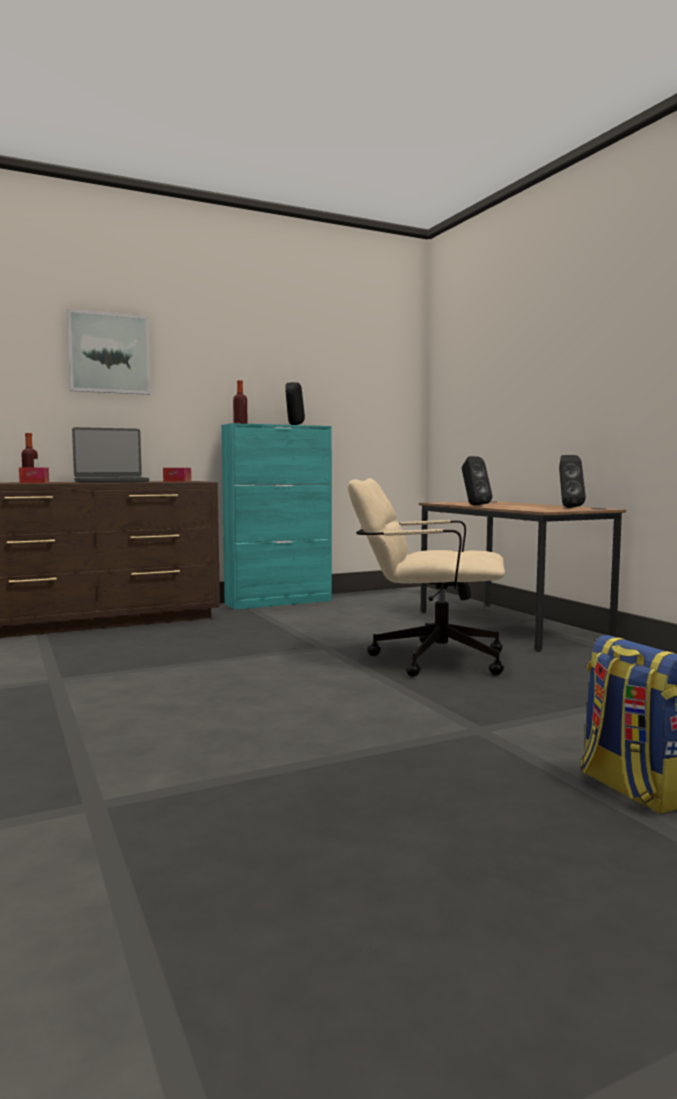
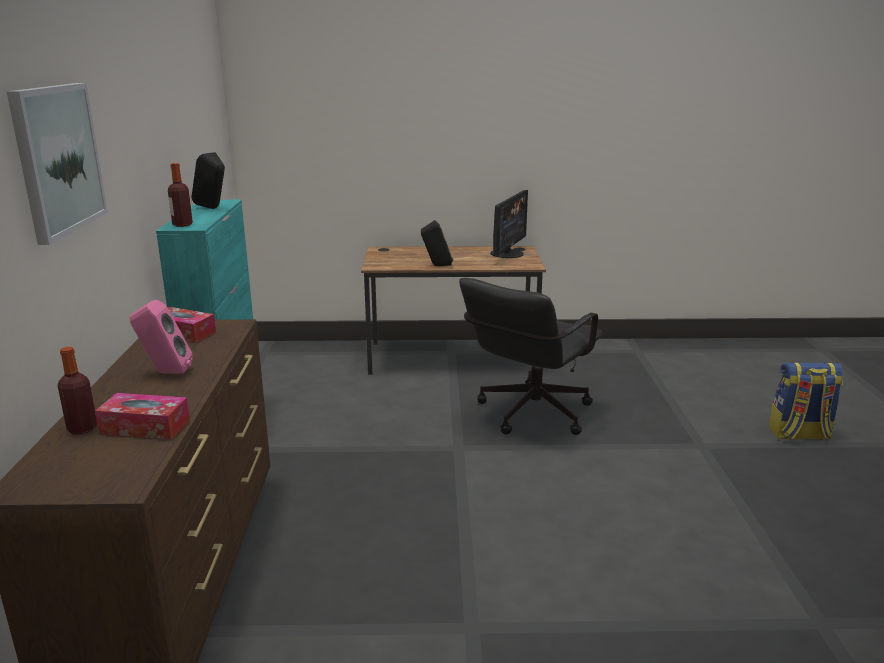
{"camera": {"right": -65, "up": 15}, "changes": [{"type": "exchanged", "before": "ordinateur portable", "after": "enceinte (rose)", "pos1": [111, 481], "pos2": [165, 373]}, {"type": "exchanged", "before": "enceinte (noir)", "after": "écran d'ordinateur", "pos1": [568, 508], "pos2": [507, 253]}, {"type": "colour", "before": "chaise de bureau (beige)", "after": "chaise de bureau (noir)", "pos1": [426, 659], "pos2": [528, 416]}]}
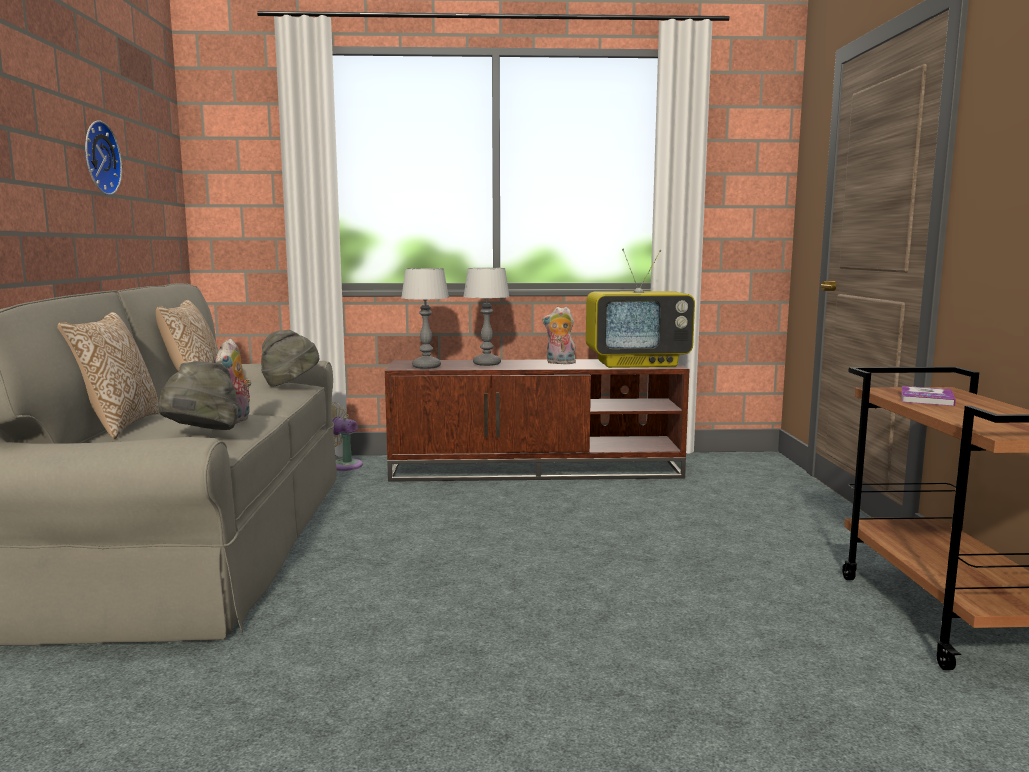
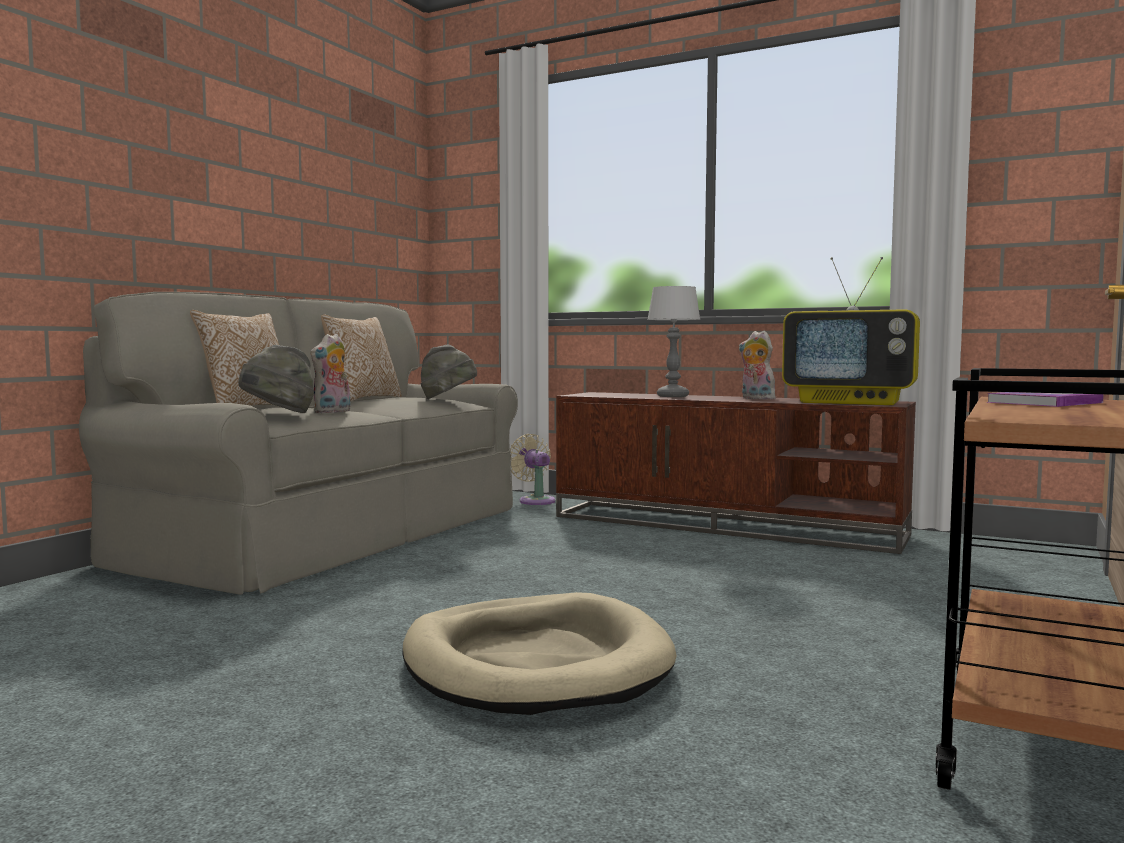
{"camera": {"right": 30, "up": -5}, "changes": [{"type": "missing", "before": "horloge murale", "pos1": [98, 158]}, {"type": "missing", "before": "lampe de table", "pos1": [426, 366]}, {"type": "appeared", "after": "panier pour chien (beige)", "pos2": [536, 663]}]}
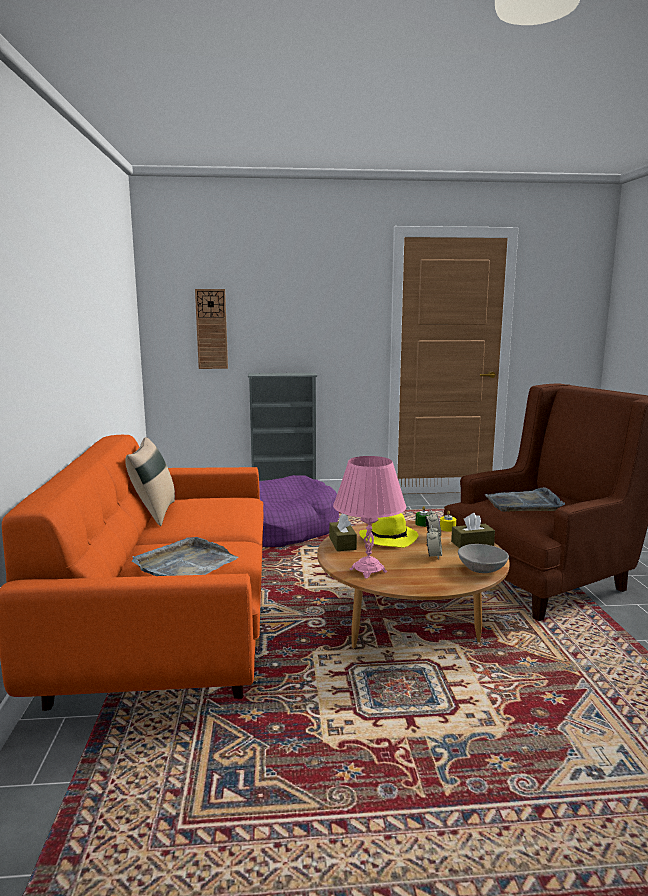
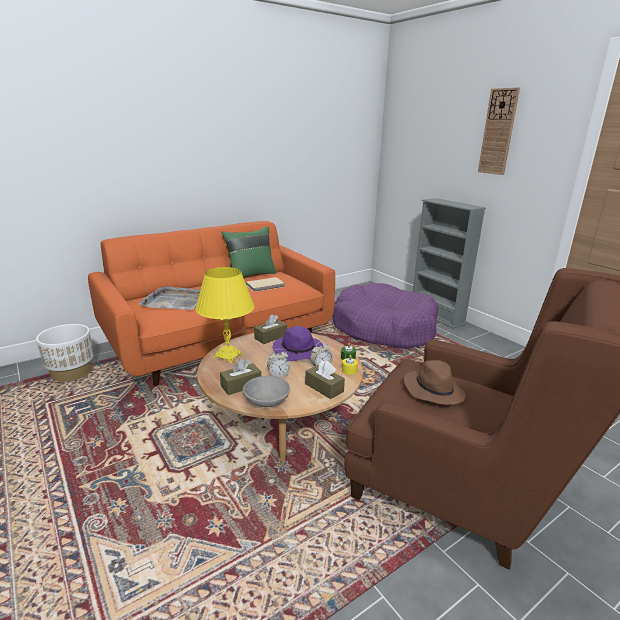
{"camera": {"right": 60, "up": 10}, "changes": [{"type": "appeared", "after": "cache-pot (blanc)", "pos2": [71, 372]}, {"type": "appeared", "after": "boîte à mouchoirs (marron)", "pos2": [241, 385]}, {"type": "appeared", "after": "livre (beige)", "pos2": [266, 286]}, {"type": "relocated", "before": "horloge murale", "pos1": [211, 329], "pos2": [498, 132]}, {"type": "exchanged", "before": "plateau (gris)", "after": "chapeau (marron)", "pos1": [523, 503], "pos2": [432, 390]}, {"type": "colour", "before": "coussin (beige)", "after": "coussin (vert)", "pos1": [153, 513], "pos2": [250, 275]}, {"type": "colour", "before": "lampe de table (rose)", "after": "lampe de table (jaune)", "pos1": [368, 570], "pos2": [228, 356]}, {"type": "colour", "before": "chapeau (jaune)", "after": "chapeau (violet)", "pos1": [389, 538], "pos2": [298, 351]}]}
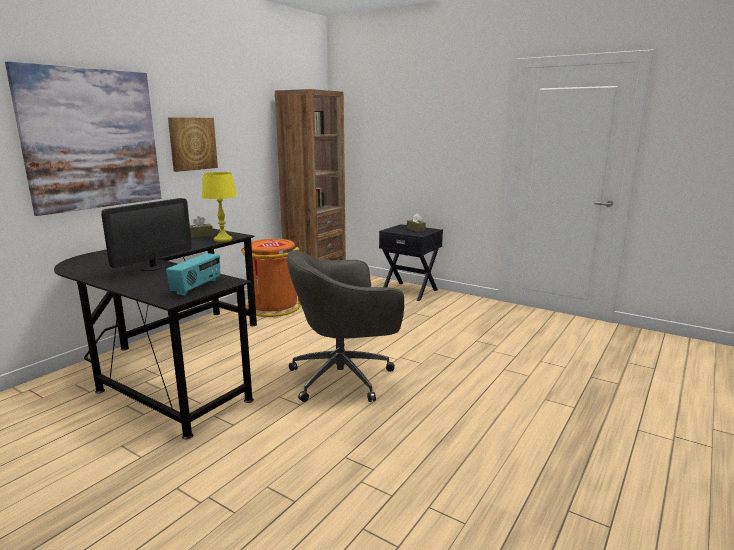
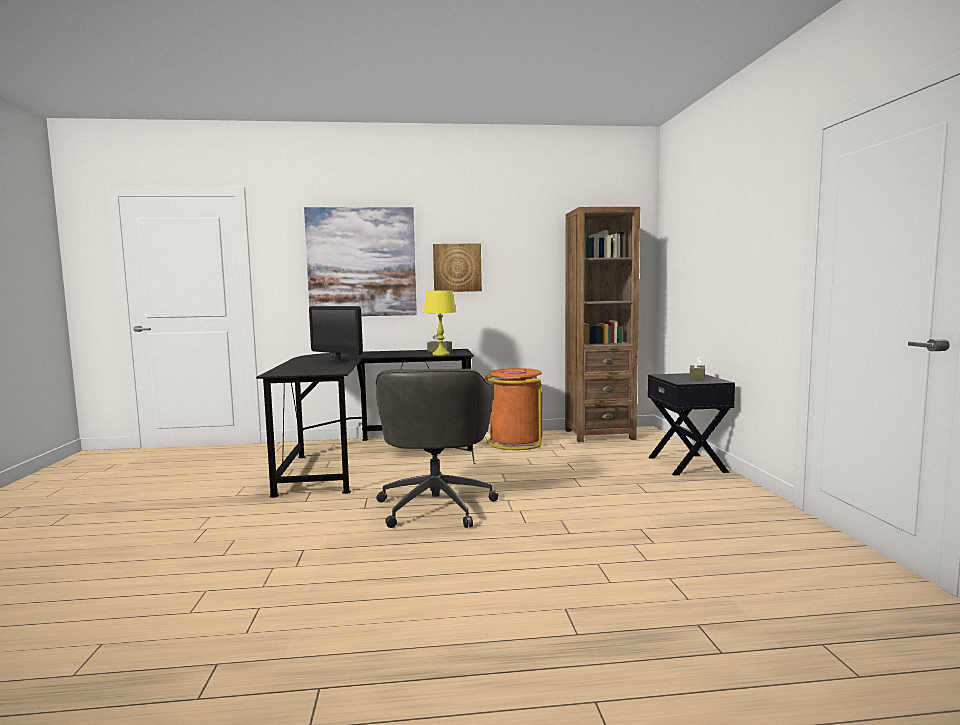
{"camera": {"right": 50, "up": -10}, "changes": [{"type": "missing", "before": "radio", "pos1": [197, 287]}, {"type": "spun", "before": "écran d'ordinateur", "pos1": [153, 267], "pos2": [338, 361], "turn": 45}, {"type": "spun", "before": "chaise de bureau (gris)", "pos1": [344, 377], "pos2": [436, 505], "turn": -120}]}
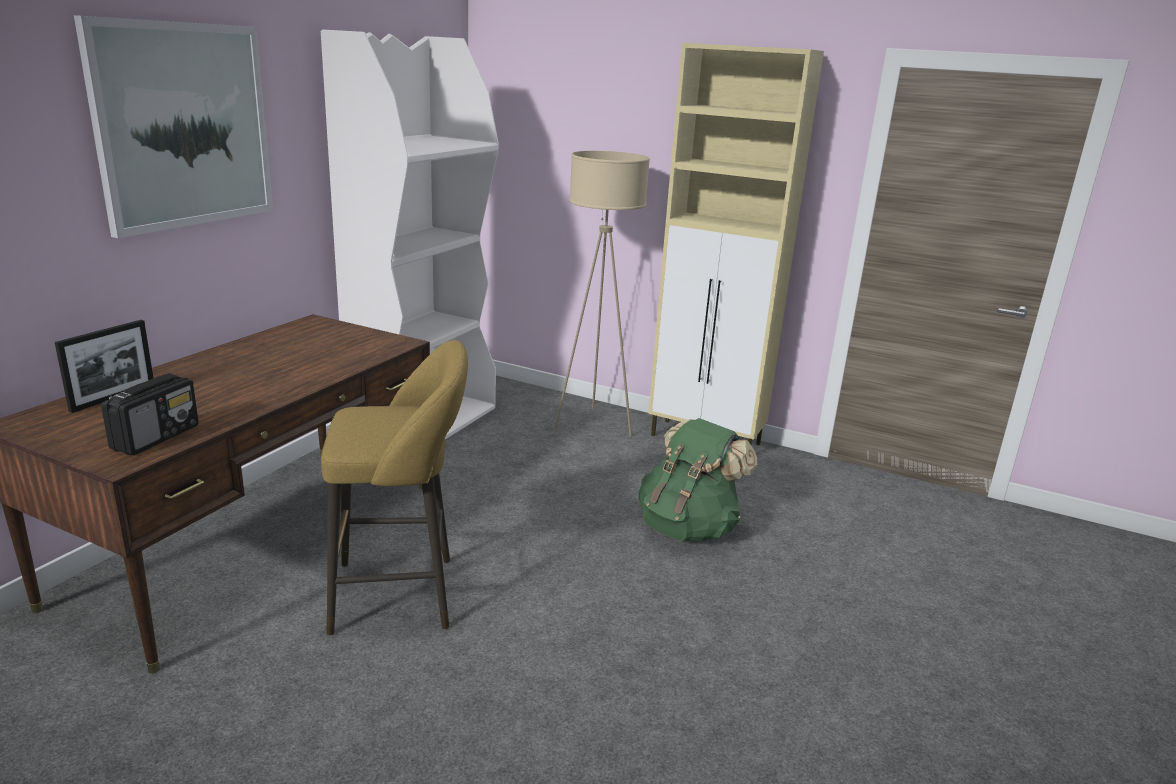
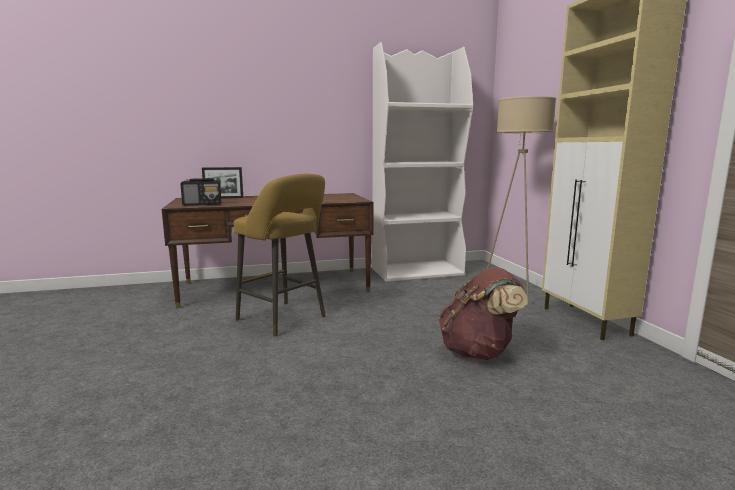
{"camera": {"right": 50, "up": -10}, "changes": [{"type": "missing", "before": "tableau", "pos1": [184, 126]}, {"type": "colour", "before": "sac à dos (vert)", "after": "sac à dos (marron)", "pos1": [688, 527], "pos2": [479, 352]}]}
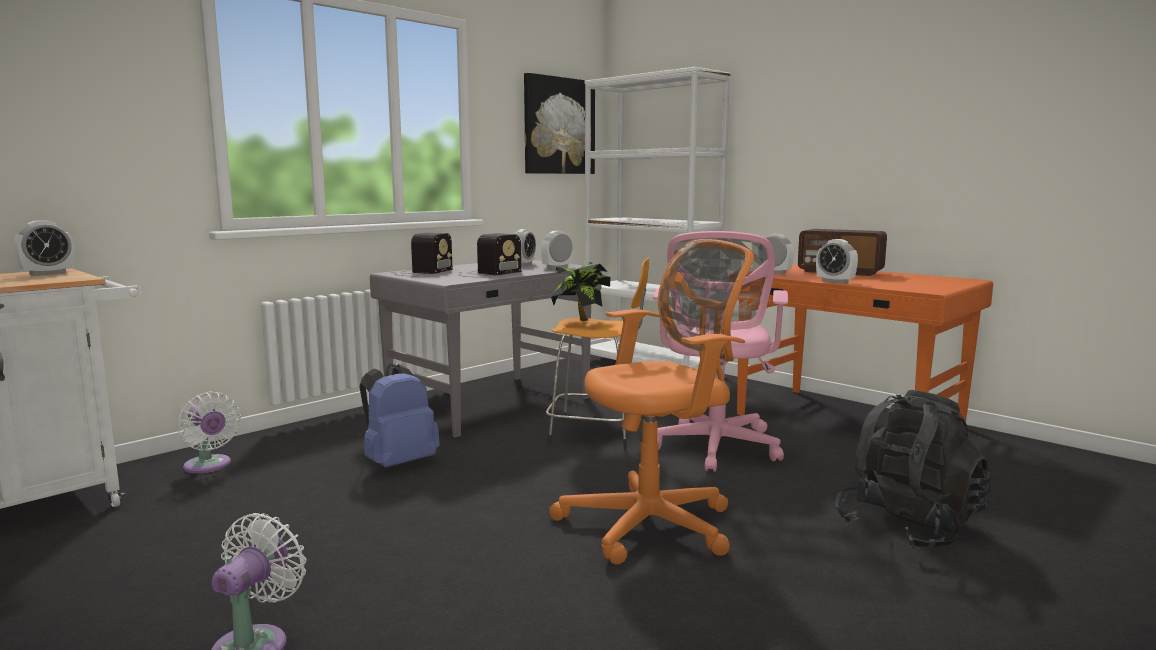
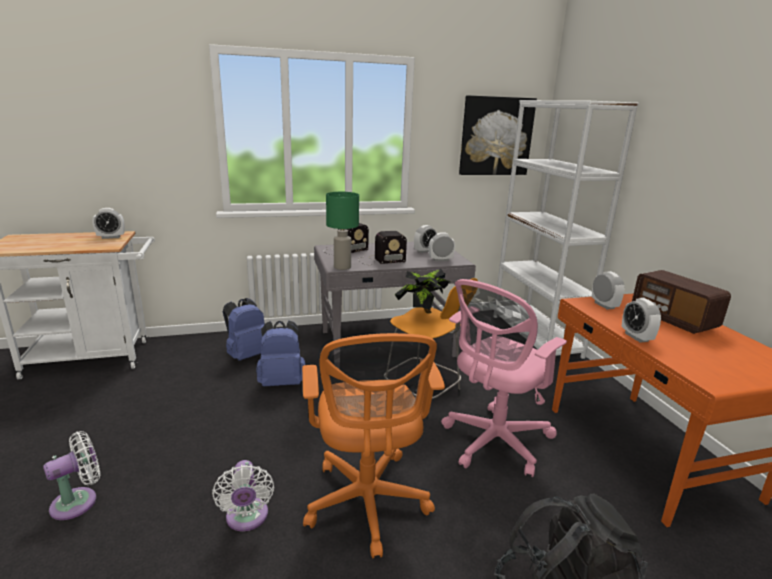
{"camera": {"right": 30, "up": 10}, "changes": [{"type": "appeared", "after": "sac à dos (bleu)", "pos2": [247, 355]}, {"type": "appeared", "after": "lampe de table (vert)", "pos2": [342, 267]}, {"type": "relocated", "before": "ventilateur (blanc)", "pos1": [209, 466], "pos2": [247, 518]}, {"type": "spun", "before": "chaise de bureau (orange)", "pos1": [655, 524], "pos2": [367, 505], "turn": 75}]}
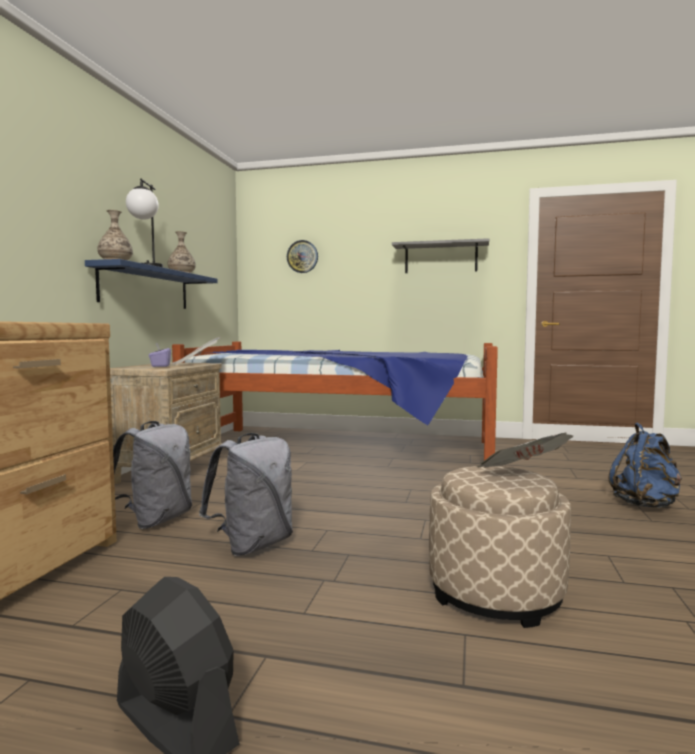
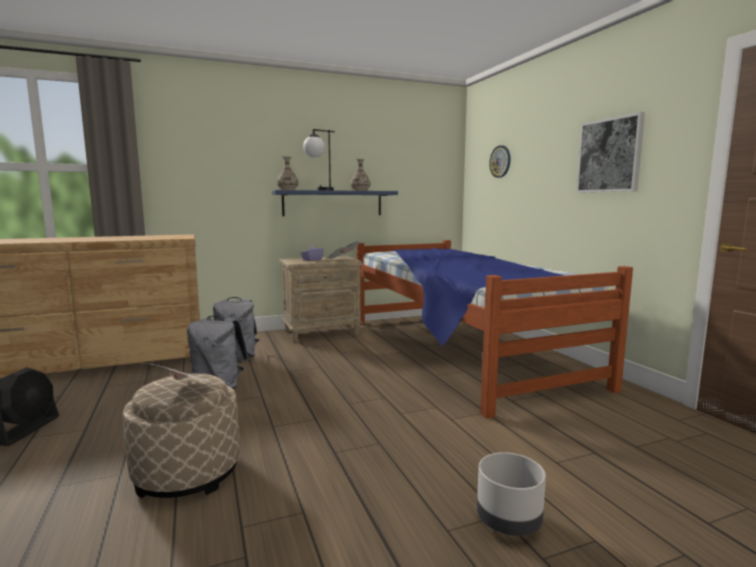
{"camera": {"right": 55, "up": 5}, "changes": [{"type": "exchanged", "before": "étagère (gris)", "after": "tableau", "pos1": [441, 258], "pos2": [609, 155]}, {"type": "exchanged", "before": "sac à dos (bleu)", "after": "cache-pot (gris)", "pos1": [646, 505], "pos2": [508, 521]}]}
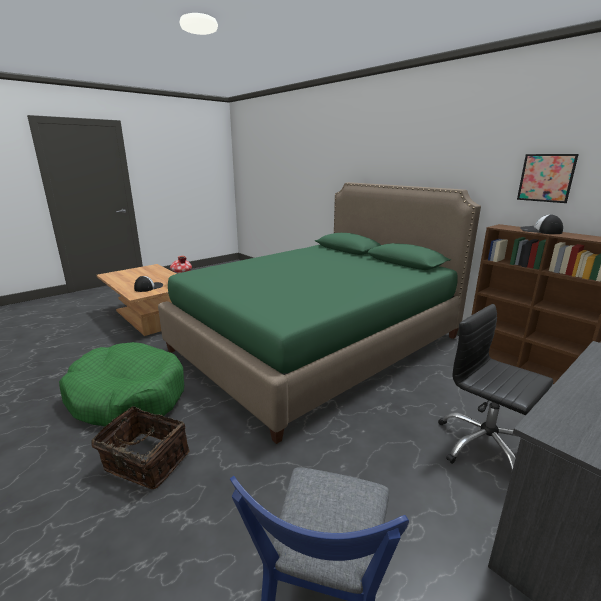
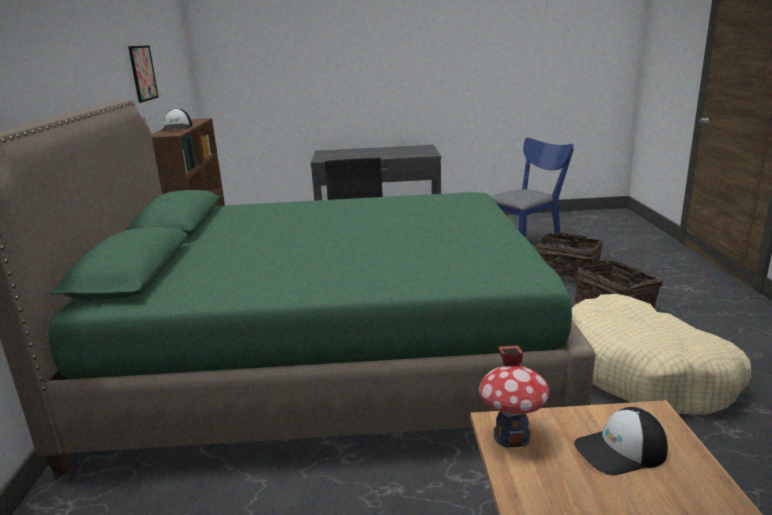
{"camera": {"right": -140, "up": 0}, "changes": [{"type": "appeared", "after": "panier", "pos2": [568, 272]}, {"type": "colour", "before": "panier pour chien (vert)", "after": "panier pour chien (beige)", "pos1": [127, 397], "pos2": [645, 372]}]}
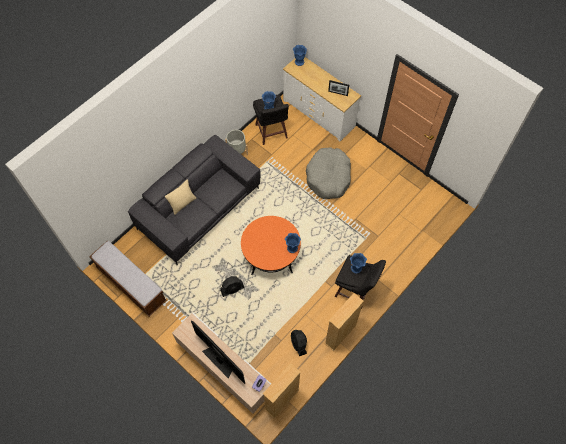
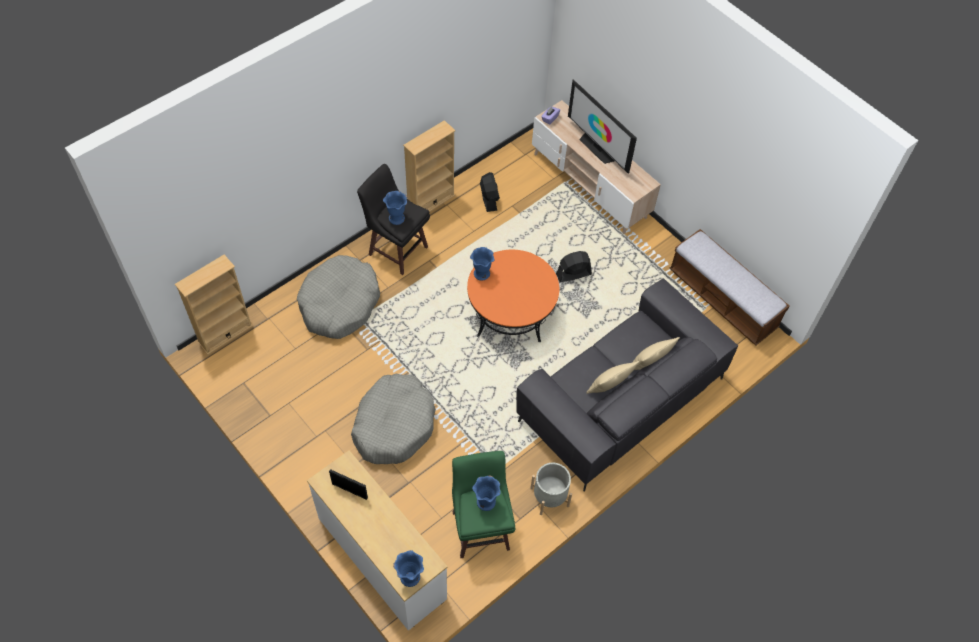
{"camera": {"right": -175, "up": -5}, "changes": [{"type": "appeared", "after": "panier pour chien (gris)", "pos2": [339, 304]}, {"type": "appeared", "after": "coussin (beige)", "pos2": [609, 387]}, {"type": "relocated", "before": "bibliothèque (beige)", "pos1": [282, 400], "pos2": [225, 334]}, {"type": "colour", "before": "tabouret (noir)", "after": "tabouret (vert)", "pos1": [271, 132], "pos2": [481, 528]}]}
